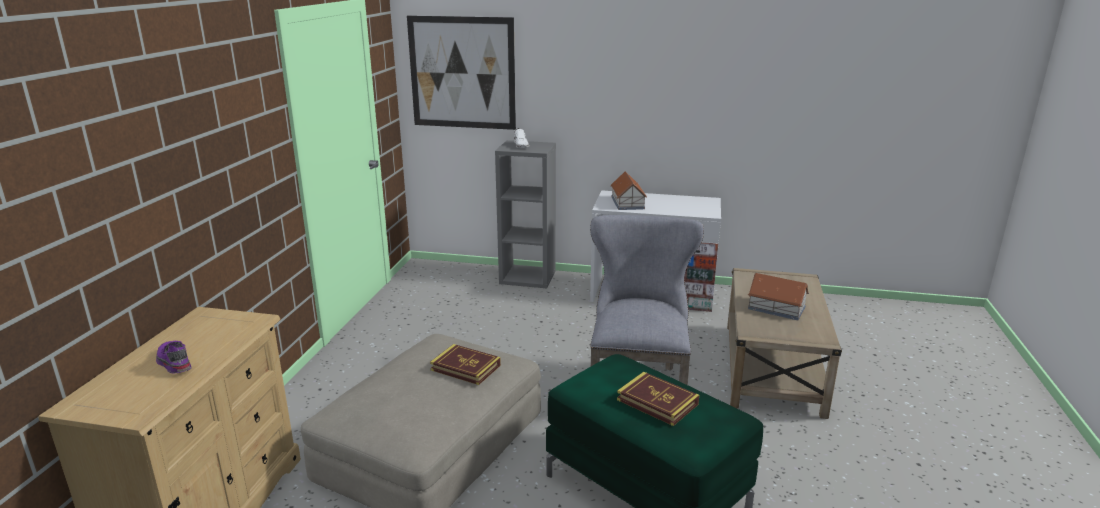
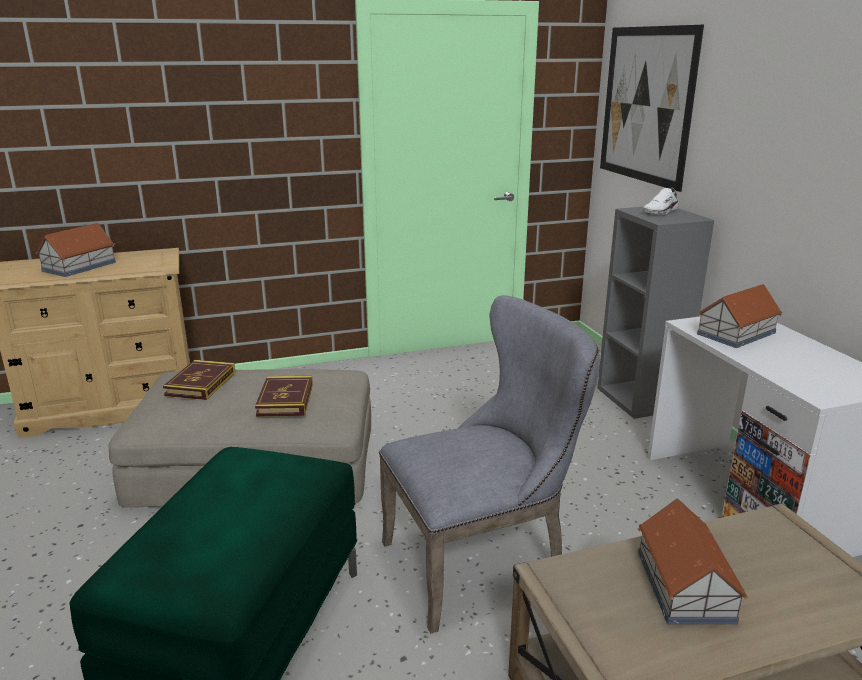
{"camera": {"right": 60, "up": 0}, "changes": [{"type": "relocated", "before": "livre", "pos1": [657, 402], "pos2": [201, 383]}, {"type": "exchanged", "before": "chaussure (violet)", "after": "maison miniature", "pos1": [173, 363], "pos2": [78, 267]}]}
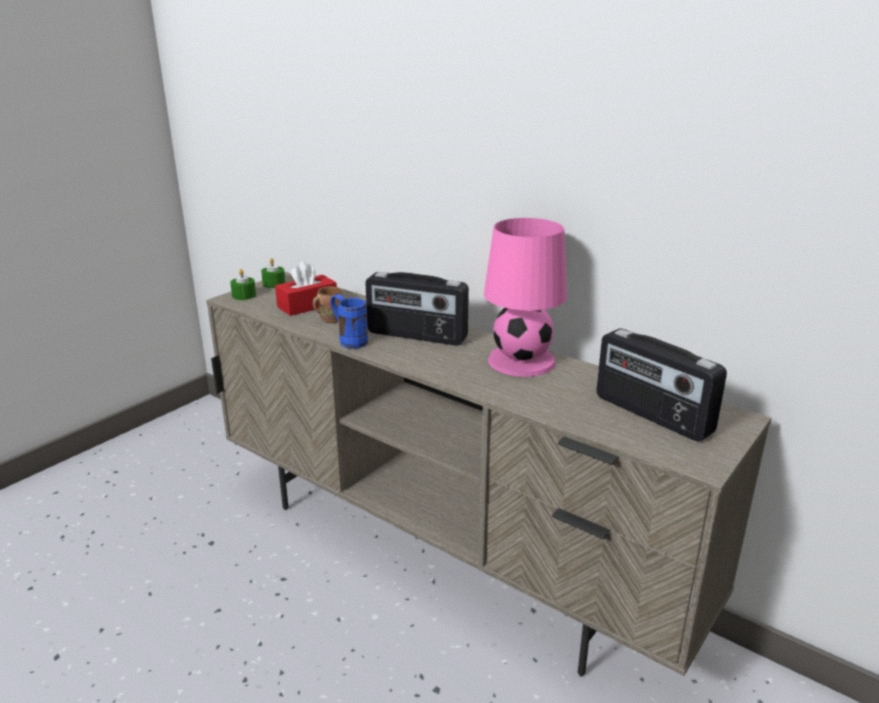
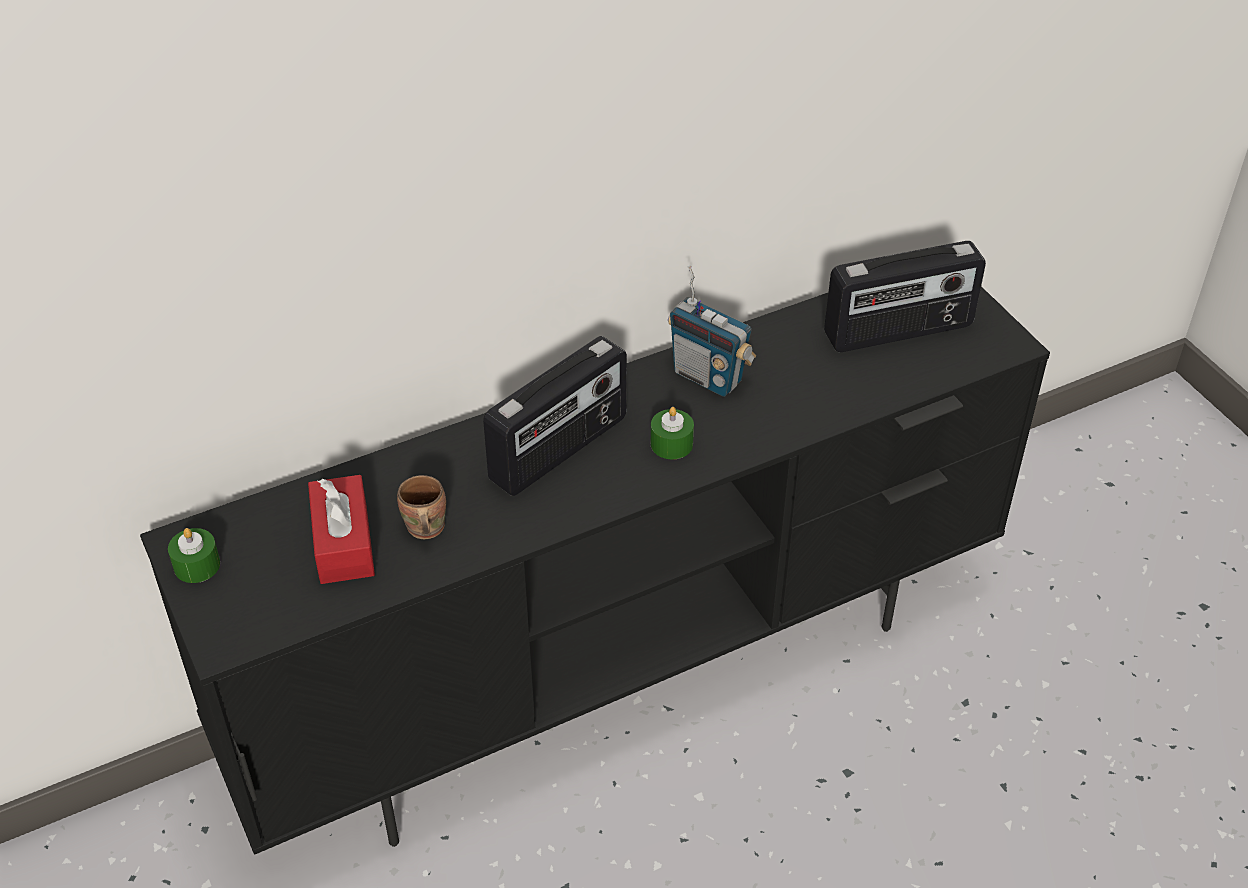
{"camera": {"right": -65, "up": 20}, "changes": [{"type": "missing", "before": "mug (bleu)", "pos1": [349, 340]}, {"type": "relocated", "before": "bougie (vert)", "pos1": [244, 295], "pos2": [671, 444]}, {"type": "exchanged", "before": "lampe de table (rose)", "after": "radio", "pos1": [522, 361], "pos2": [708, 377]}, {"type": "colour", "before": "meuble télé (beige)", "after": "meuble télé (noir)", "pos1": [444, 555], "pos2": [624, 677]}]}
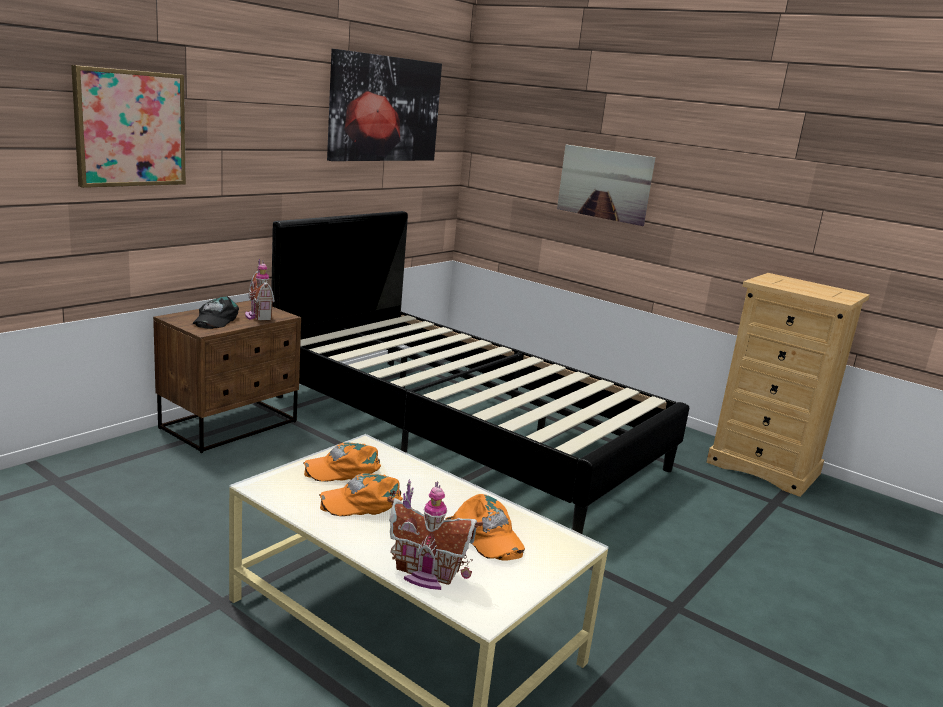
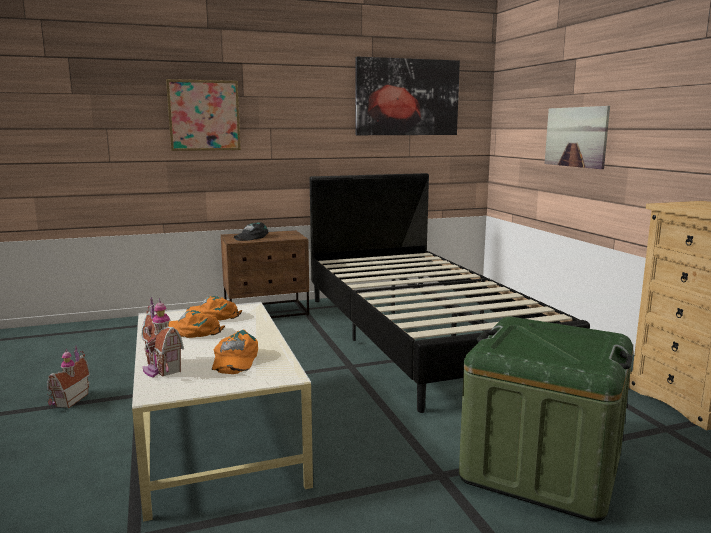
{"camera": {"right": 35, "up": -5}, "changes": [{"type": "appeared", "after": "boîte de rangement (vert)", "pos2": [541, 467]}, {"type": "relocated", "before": "maison miniature", "pos1": [257, 316], "pos2": [69, 400]}]}
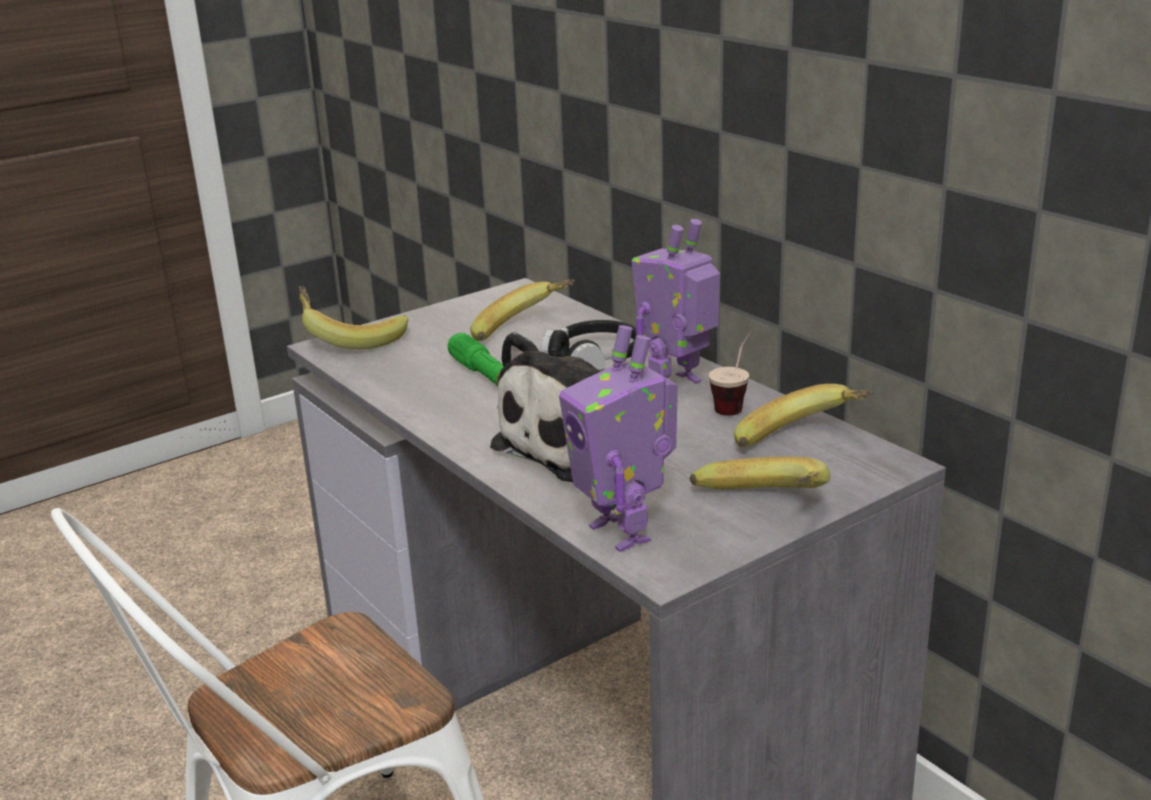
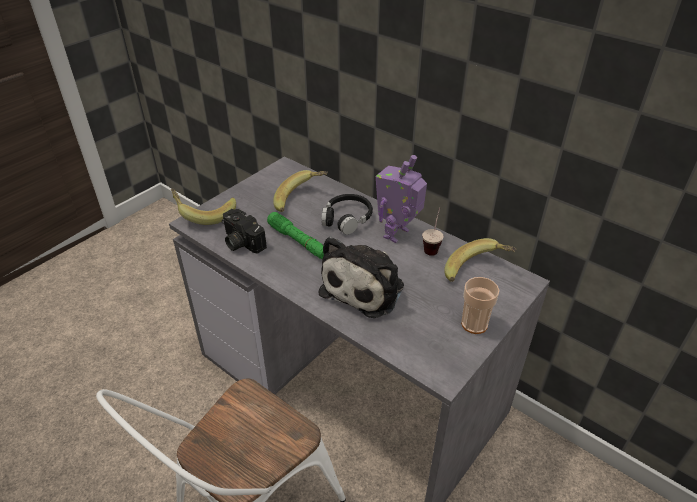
{"camera": {"right": -15, "up": 15}, "changes": [{"type": "missing", "before": "robot jouet", "pos1": [623, 532]}, {"type": "appeared", "after": "appareil photo", "pos2": [240, 242]}, {"type": "exchanged", "before": "banane", "after": "tasse", "pos1": [760, 510], "pos2": [474, 324]}]}
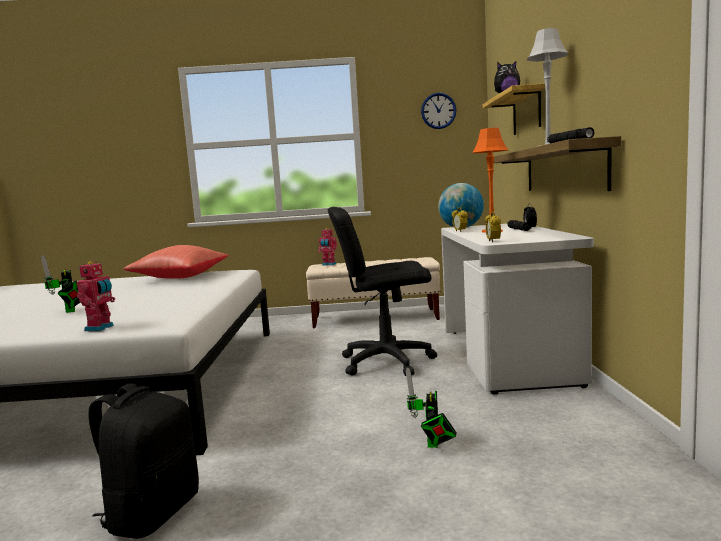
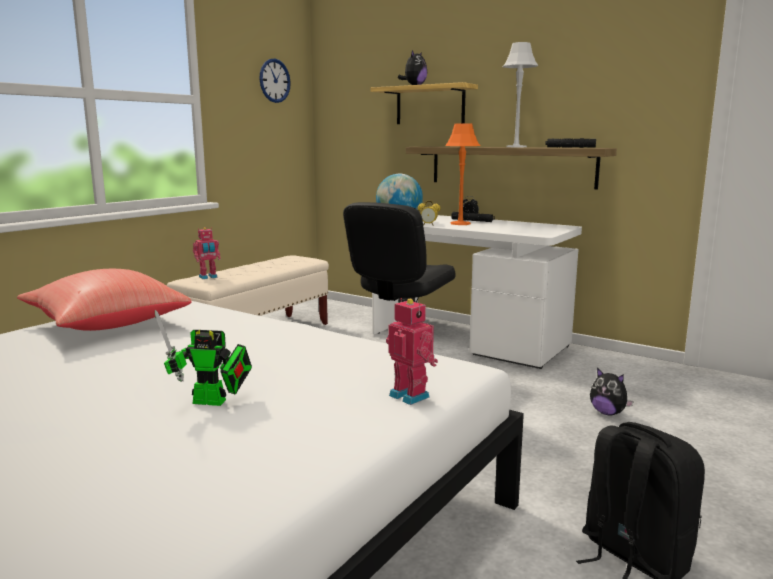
{"camera": {"right": -55, "up": 5}, "changes": [{"type": "missing", "before": "réveil", "pos1": [493, 241]}, {"type": "exchanged", "before": "robot jouet", "after": "peluche", "pos1": [432, 444], "pos2": [608, 413]}]}
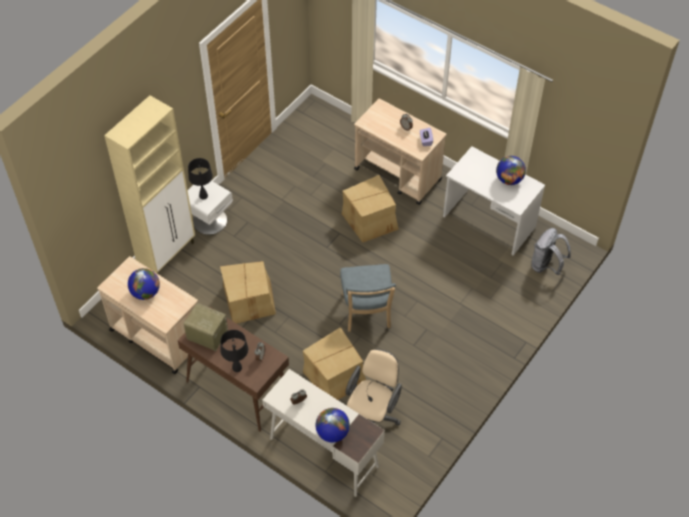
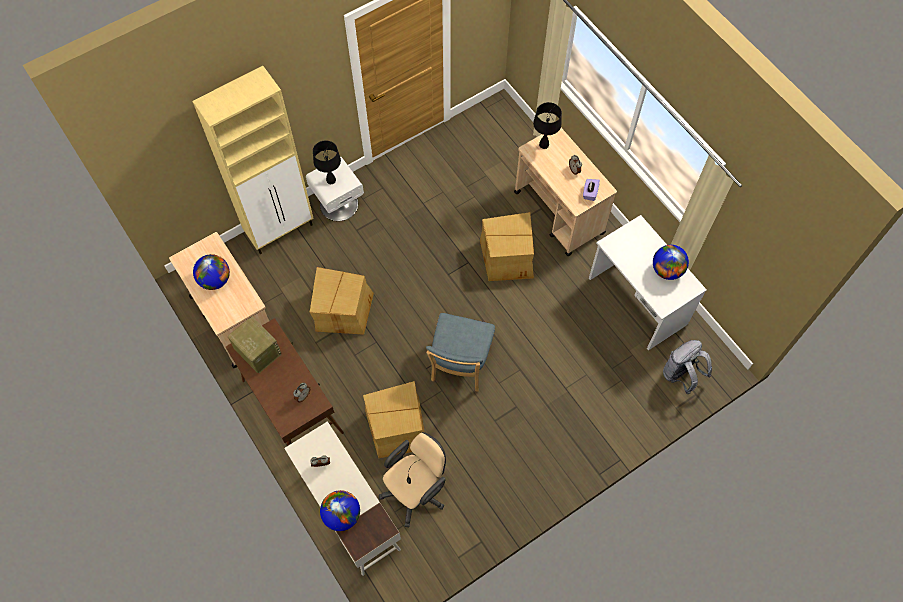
{"camera": {"right": 20, "up": 10}, "changes": [{"type": "relocated", "before": "lampe de table (noir)", "pos1": [237, 367], "pos2": [544, 144]}]}
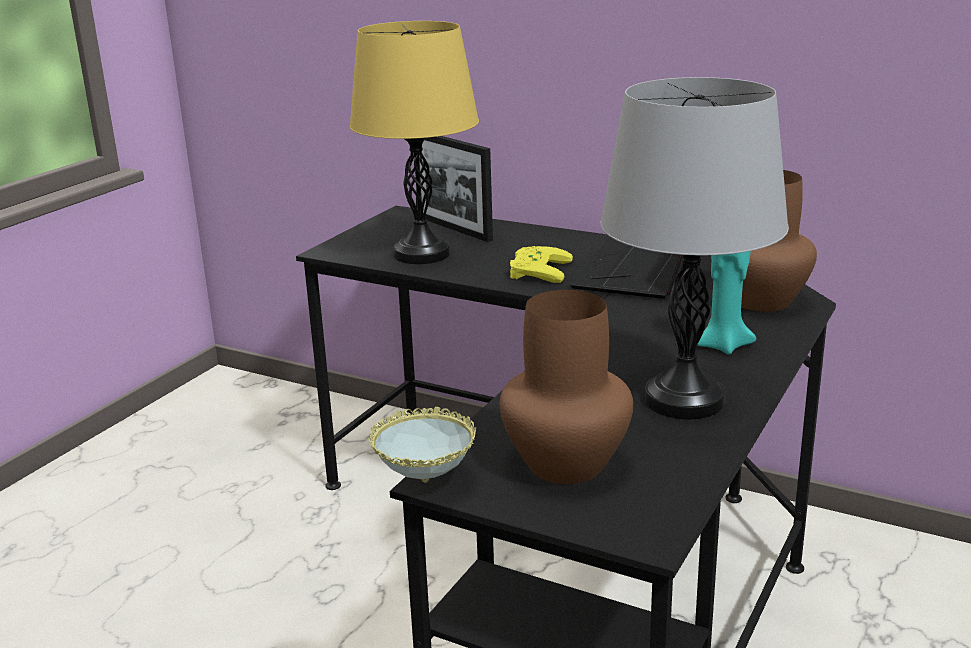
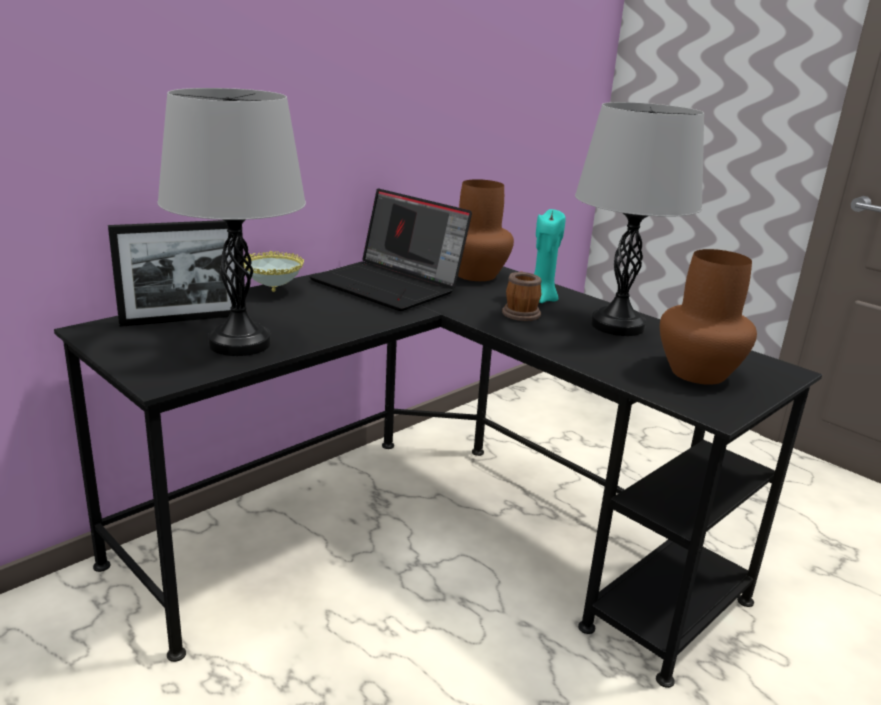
{"camera": {"right": -75, "up": 0}, "changes": [{"type": "missing", "before": "manette (jaune)", "pos1": [535, 270]}, {"type": "appeared", "after": "mug", "pos2": [520, 312]}, {"type": "relocated", "before": "bol", "pos1": [425, 482], "pos2": [273, 291]}, {"type": "colour", "before": "lampe de table (jaune)", "after": "lampe de table (gris)", "pos1": [422, 254], "pos2": [240, 343]}]}
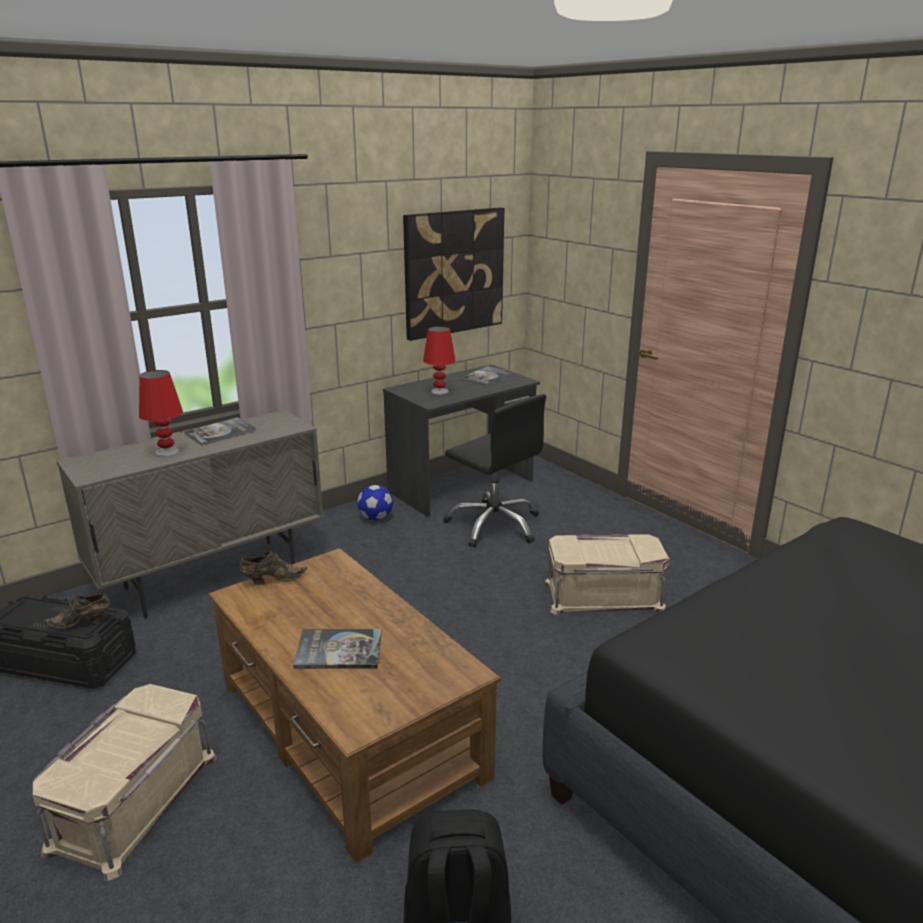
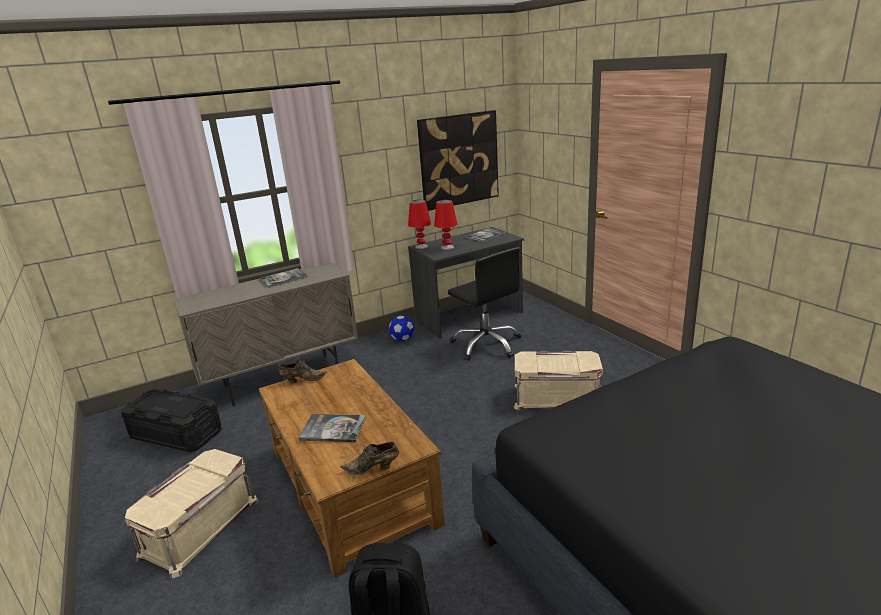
{"camera": {"right": 10, "up": 0}, "changes": [{"type": "relocated", "before": "chaussure (marron)", "pos1": [82, 622], "pos2": [373, 469]}, {"type": "relocated", "before": "lampe de table (rouge)", "pos1": [167, 452], "pos2": [421, 246]}]}
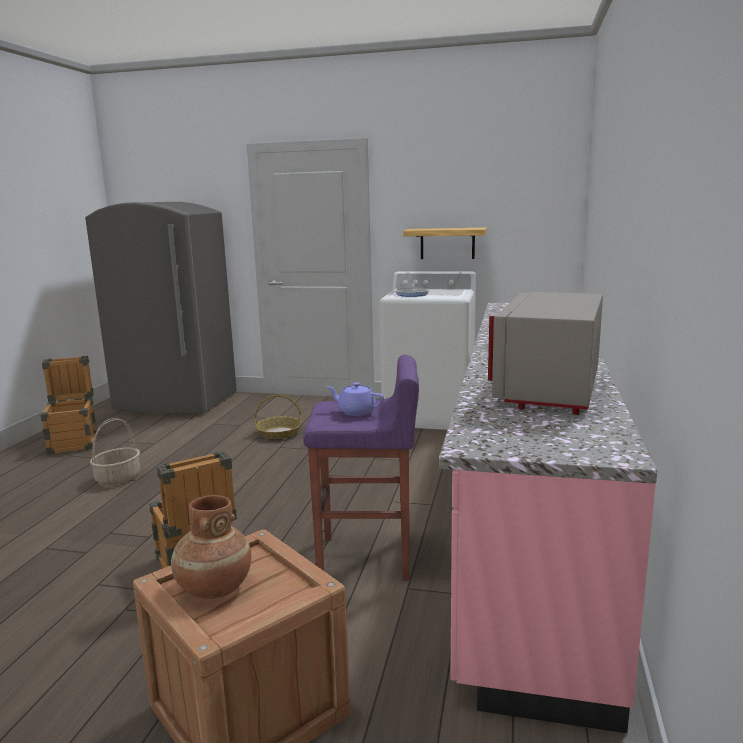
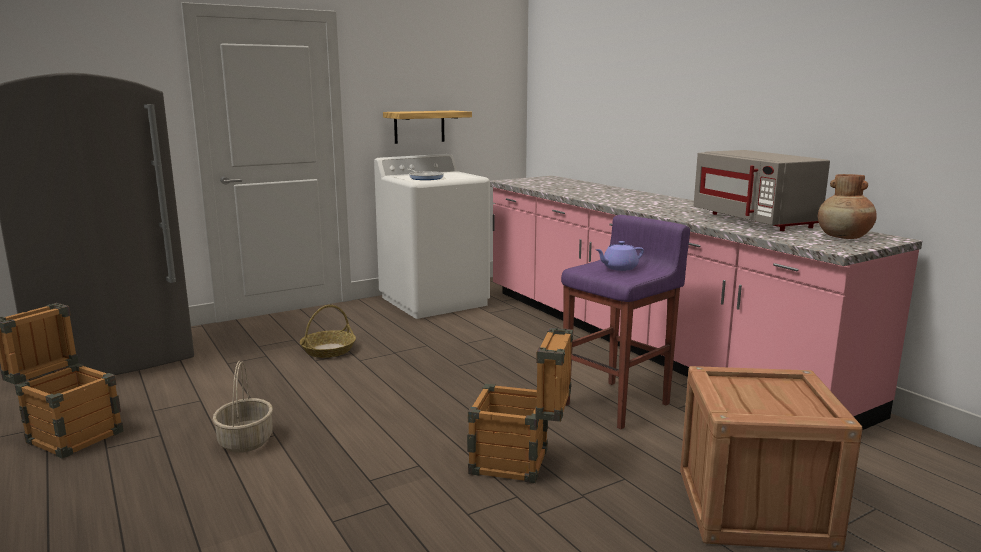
{"camera": {"right": -45, "up": 0}, "changes": [{"type": "relocated", "before": "vase (marron)", "pos1": [214, 588], "pos2": [844, 237]}]}
